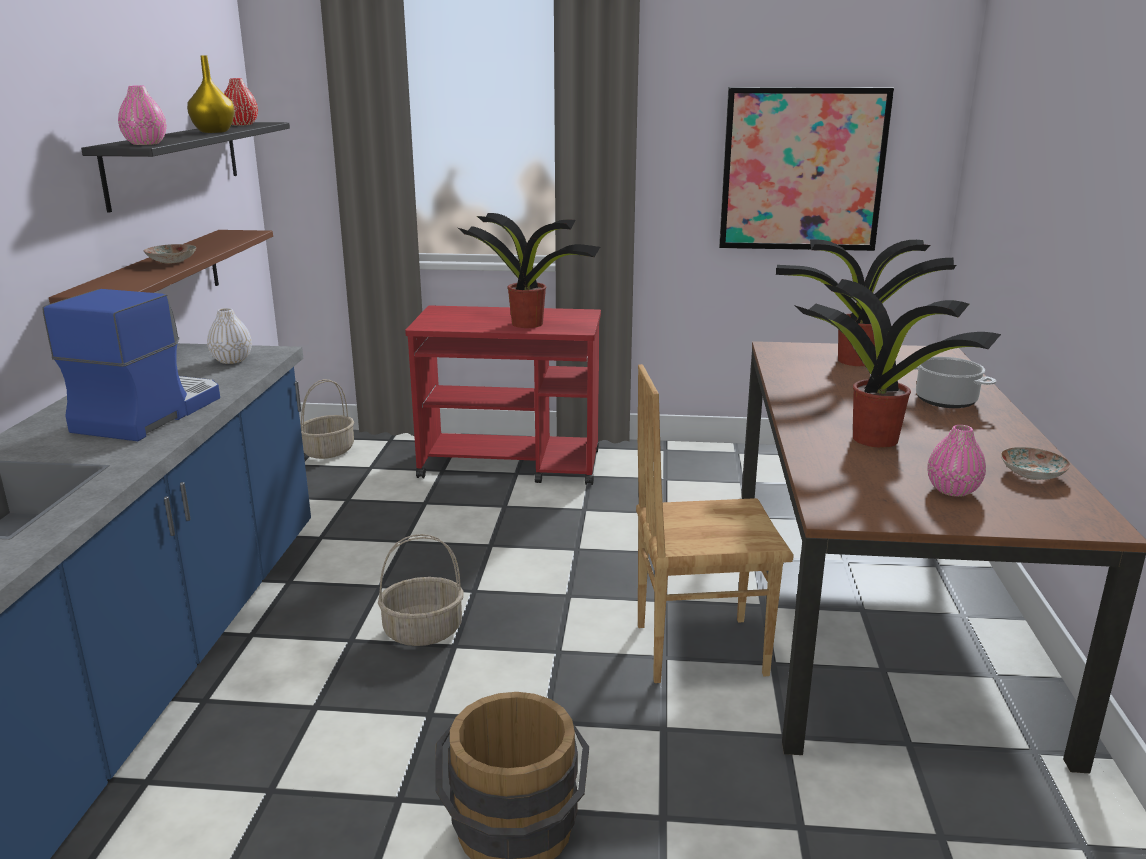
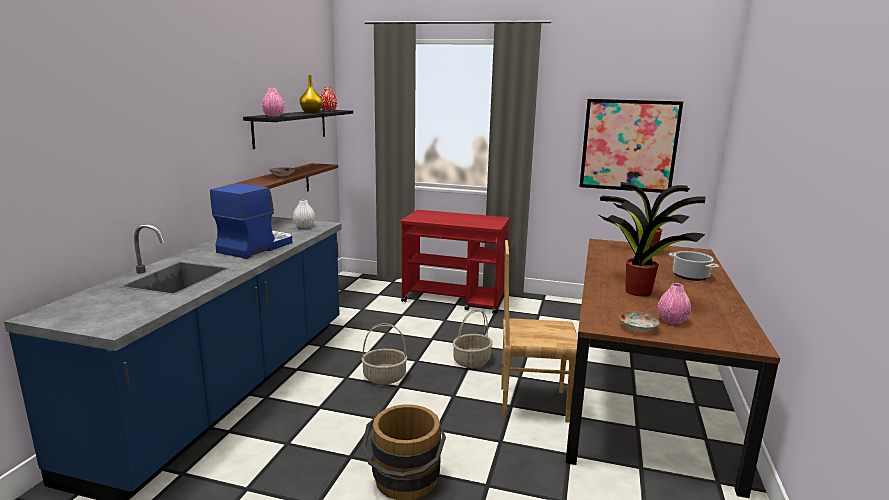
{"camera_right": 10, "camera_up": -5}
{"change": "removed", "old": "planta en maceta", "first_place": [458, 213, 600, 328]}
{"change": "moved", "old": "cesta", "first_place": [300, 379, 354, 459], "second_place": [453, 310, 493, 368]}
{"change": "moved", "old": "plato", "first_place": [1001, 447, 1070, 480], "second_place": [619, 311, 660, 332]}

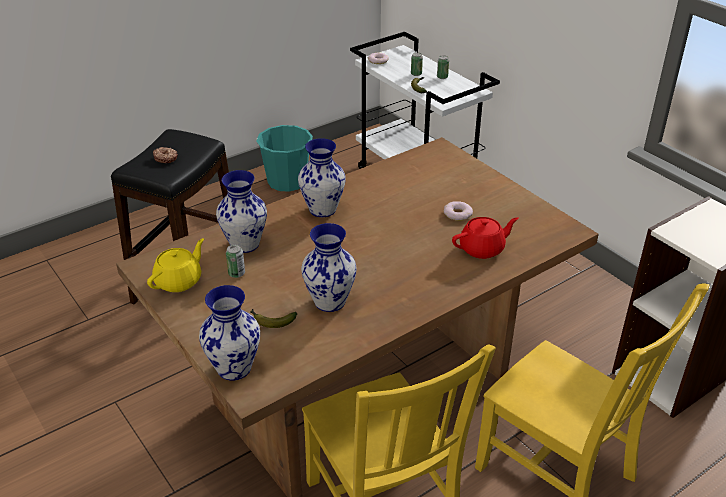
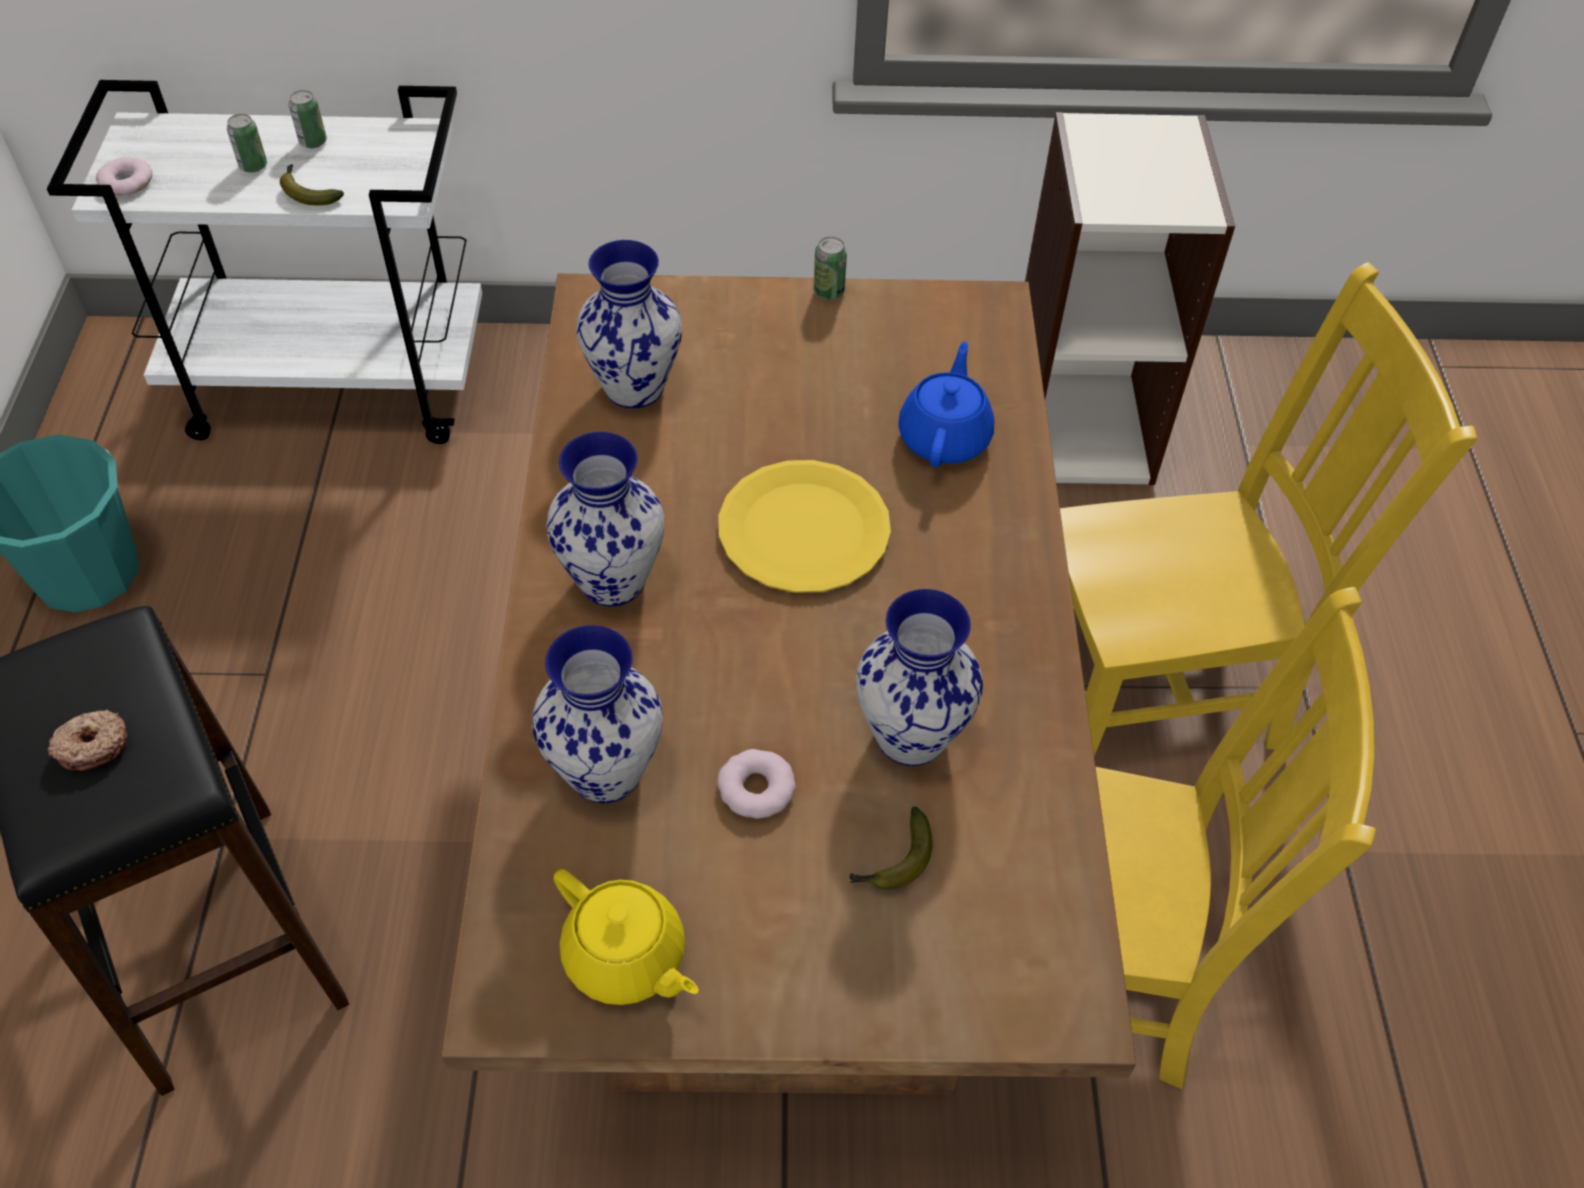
{"camera_right": -55, "camera_up": 15}
{"change": "added", "new": "plato (amarillo)", "second_place": [718, 460, 891, 593]}
{"change": "moved", "old": "florero", "first_place": [199, 285, 260, 381], "second_place": [576, 240, 682, 408]}
{"change": "moved", "old": "lata", "first_place": [226, 244, 245, 278], "second_place": [814, 237, 847, 300]}
{"change": "moved", "old": "rosquilla", "first_place": [444, 201, 473, 221], "second_place": [717, 749, 796, 819]}
{"change": "recoloured", "old": "tetera (rojo)", "new": "tetera (azul)", "first_place": [452, 217, 519, 259], "second_place": [898, 341, 995, 467]}
{"change": "turned", "old": "tetera (amarillo)", "first_place": [147, 238, 204, 292], "second_place": [553, 869, 699, 1005], "degrees": 150}

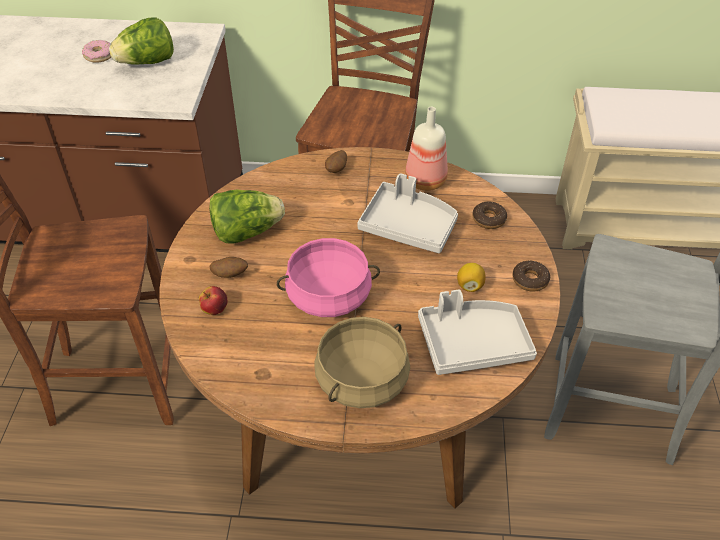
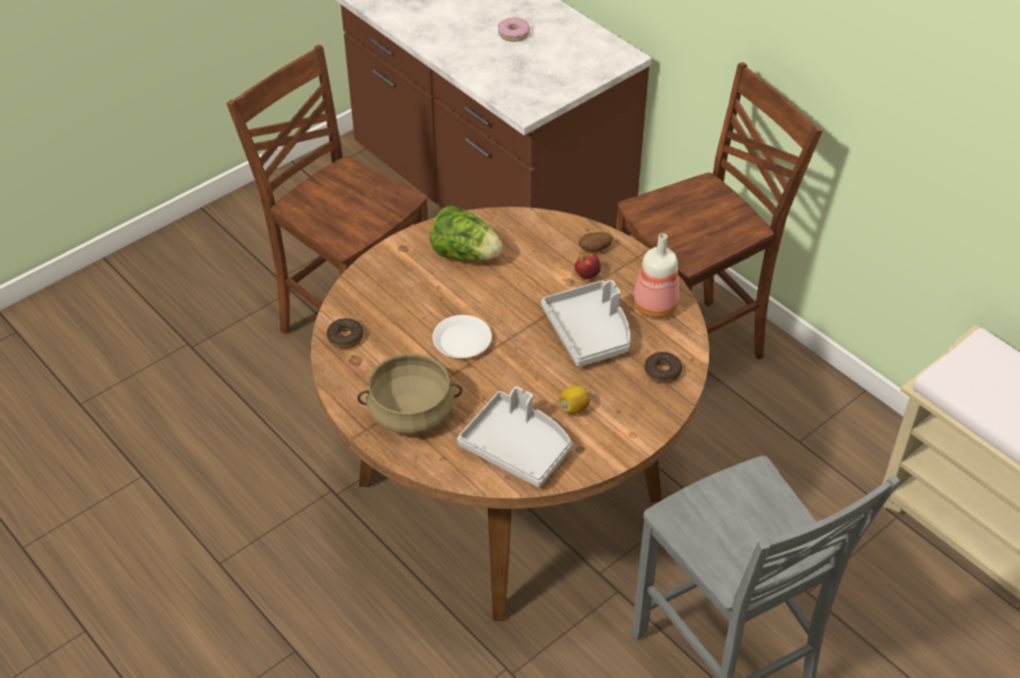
{"camera_right": 45, "camera_up": 0}
{"change": "removed", "old": "lechuga", "first_place": [109, 17, 174, 65]}
{"change": "removed", "old": "patata", "first_place": [210, 257, 248, 278]}
{"change": "moved", "old": "manzana", "first_place": [199, 286, 228, 315], "second_place": [574, 254, 601, 279]}
{"change": "moved", "old": "rosquilla", "first_place": [513, 261, 550, 292], "second_place": [327, 318, 363, 349]}
{"change": "replaced", "old": "olla (rosa)", "new": "plato (blanco)", "first_place": [277, 238, 380, 317], "second_place": [432, 315, 492, 358]}

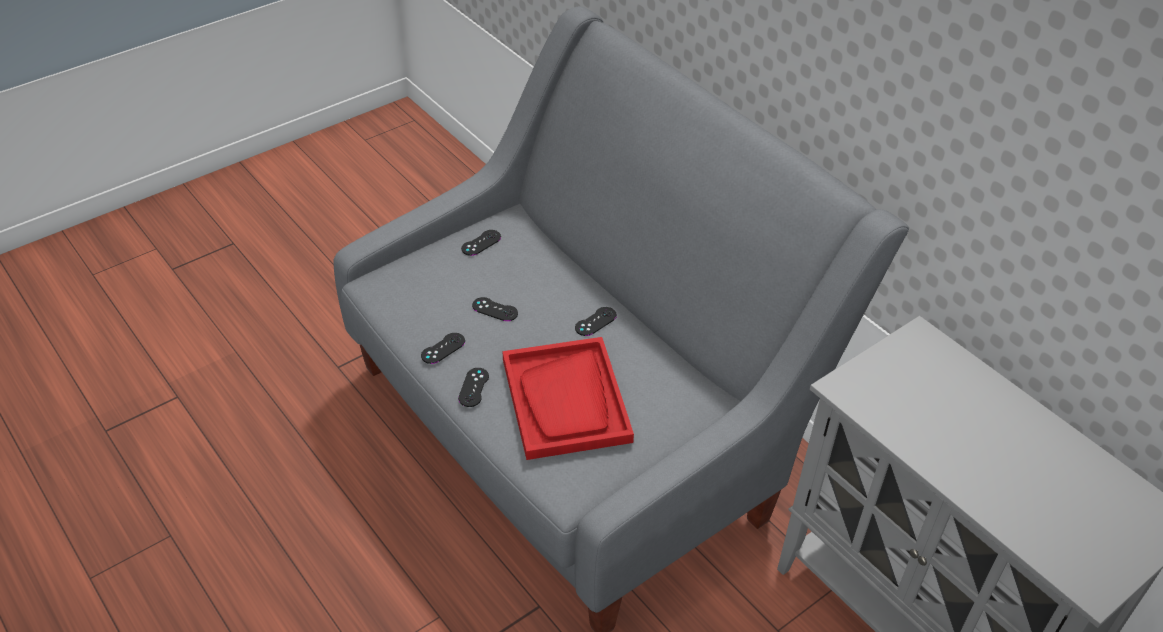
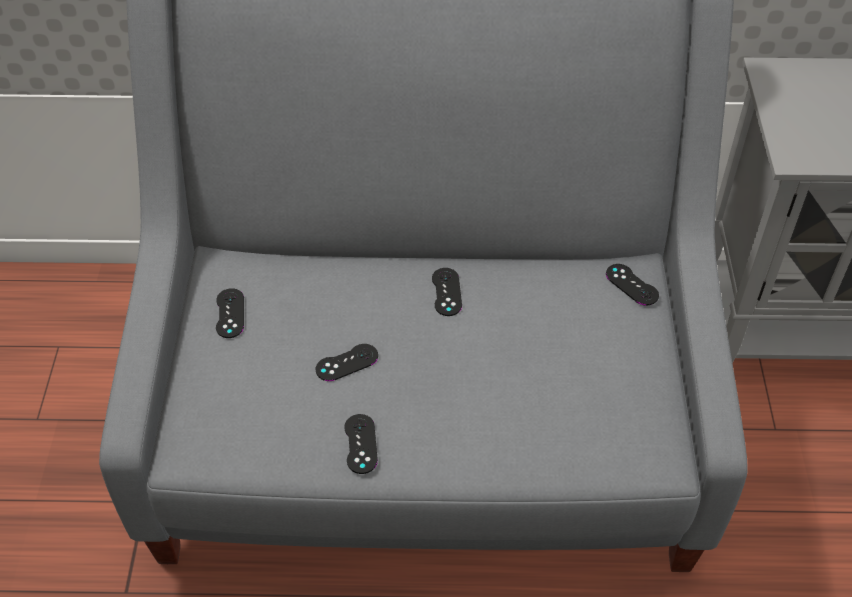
{"camera_right": -50, "camera_up": 5}
{"change": "removed", "old": "bandeja (rojo)", "first_place": [502, 337, 634, 460]}
{"change": "moved", "old": "mando de consola (negro)", "first_place": [458, 368, 489, 407], "second_place": [606, 264, 659, 305]}

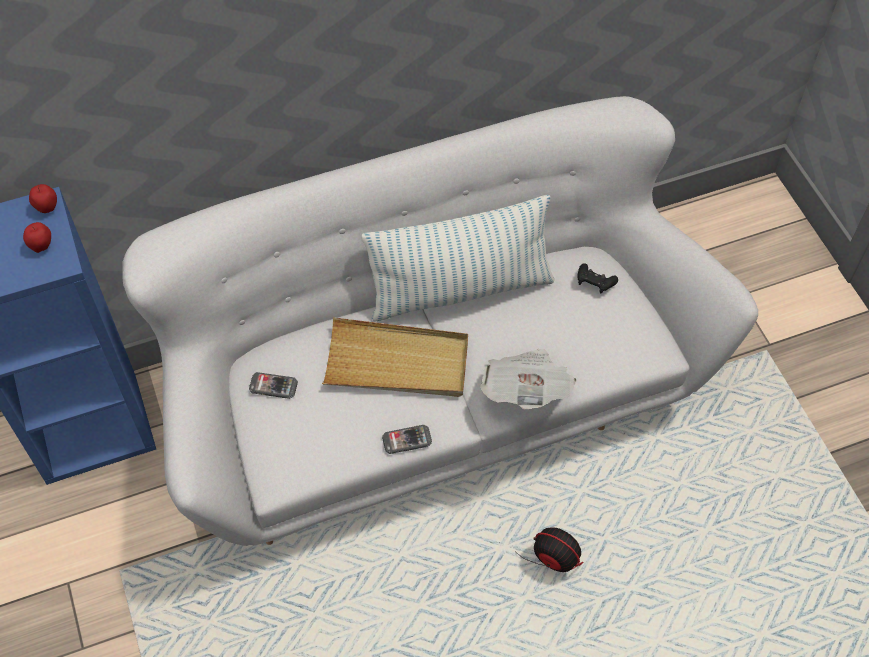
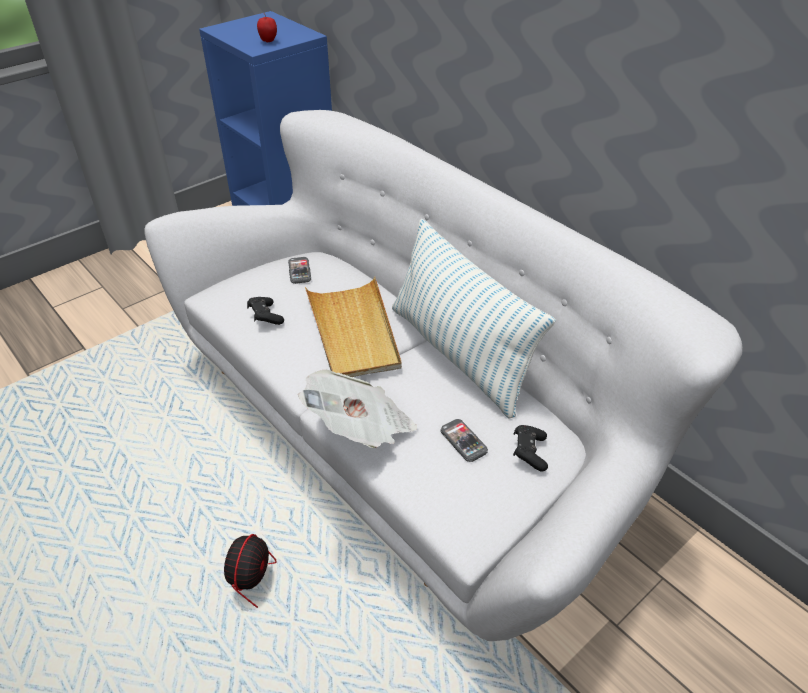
{"camera_right": 70, "camera_up": -15}
{"change": "removed", "old": "manzana", "first_place": [29, 184, 57, 213]}
{"change": "added", "new": "mando de consola (negro)", "second_place": [247, 297, 284, 325]}
{"change": "moved", "old": "móvil", "first_place": [382, 425, 432, 454], "second_place": [440, 419, 488, 462]}

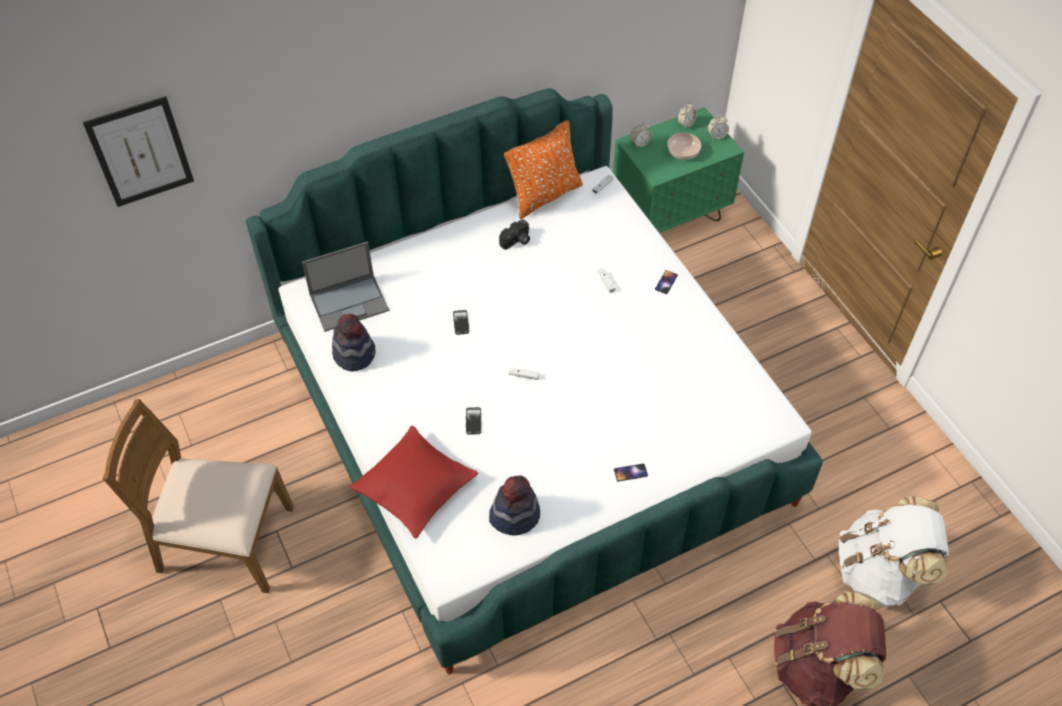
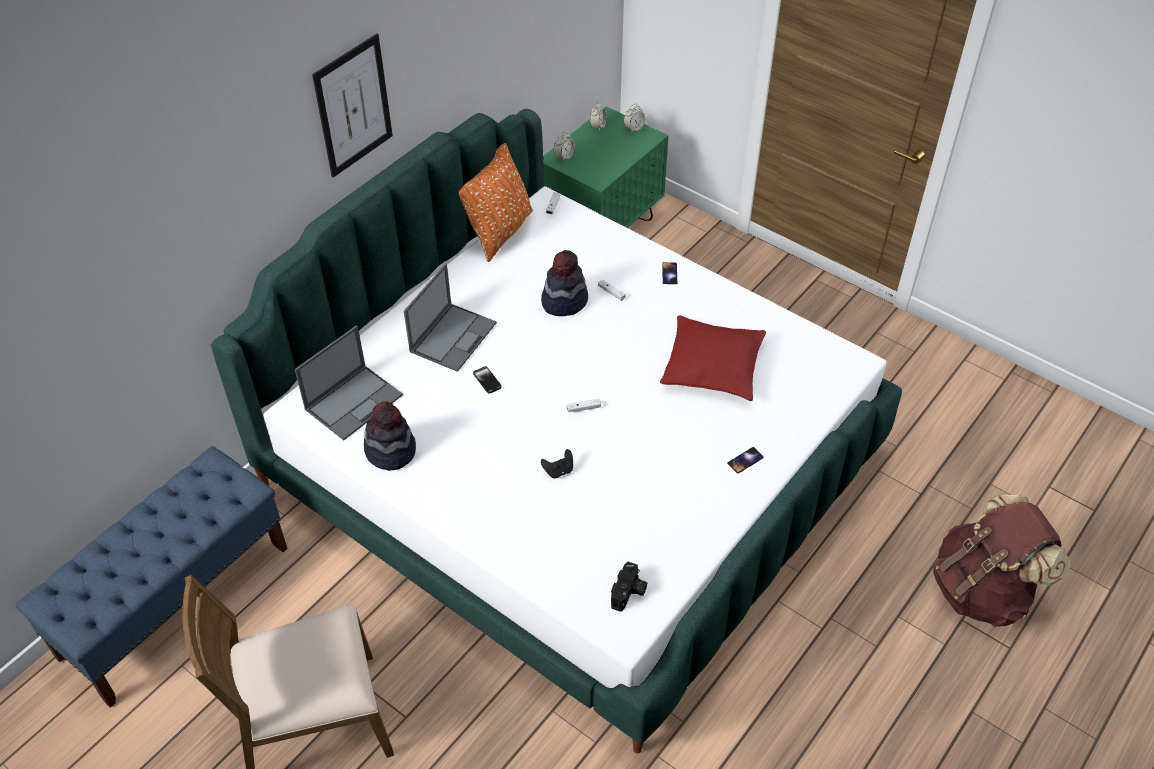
{"camera_right": -25, "camera_up": -5}
{"change": "removed", "old": "cuenco", "first_place": [667, 133, 701, 160]}
{"change": "removed", "old": "mochila (blanco)", "first_place": [839, 496, 949, 607]}
{"change": "added", "new": "banco (azul)", "second_place": [15, 446, 288, 708]}
{"change": "added", "new": "portátil", "second_place": [404, 263, 497, 372]}
{"change": "moved", "old": "cuadro", "first_place": [83, 96, 194, 207], "second_place": [312, 34, 393, 178]}
{"change": "moved", "old": "cojín (rojo)", "first_place": [349, 426, 478, 539], "second_place": [660, 315, 766, 401]}
{"change": "moved", "old": "sombrero", "first_place": [489, 475, 540, 536], "second_place": [541, 250, 588, 316]}
{"change": "moved", "old": "cámara", "first_place": [499, 219, 530, 250], "second_place": [611, 562, 647, 612]}
{"change": "replaced", "old": "móvil", "new": "mando de consola (negro)", "first_place": [466, 407, 482, 435], "second_place": [541, 449, 573, 478]}

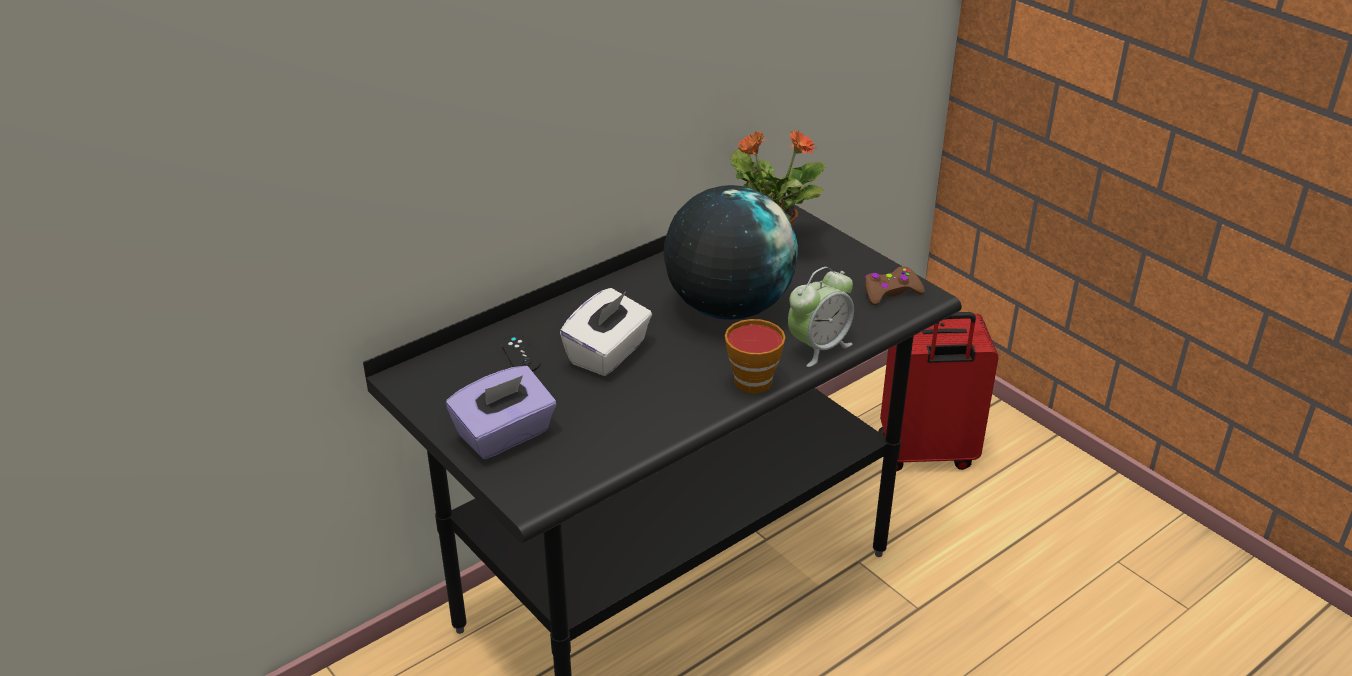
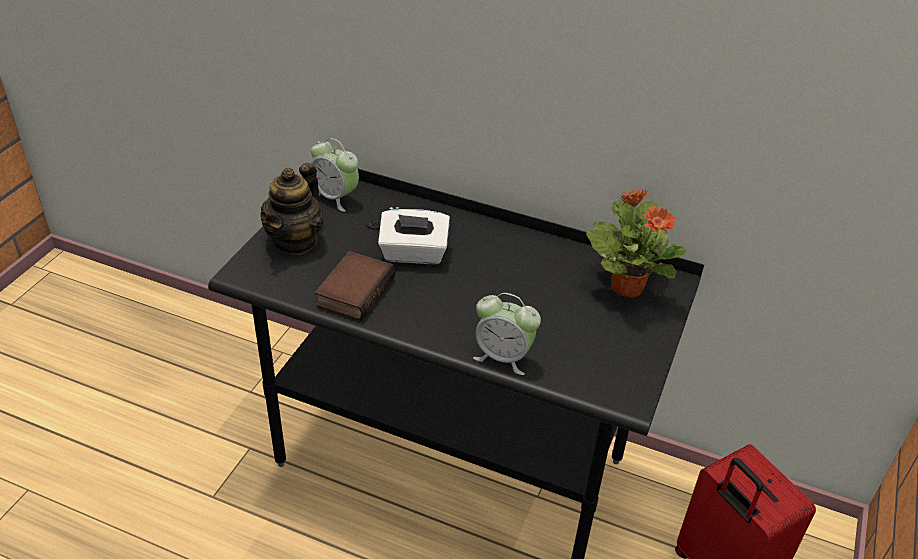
{"camera_right": 60, "camera_up": 5}
{"change": "removed", "old": "globo terráqueo", "first_place": [664, 185, 798, 320]}
{"change": "removed", "old": "taza", "first_place": [725, 319, 786, 393]}
{"change": "removed", "old": "mando de consola (marrón)", "first_place": [865, 266, 925, 305]}
{"change": "added", "new": "despertador", "second_place": [311, 138, 359, 212]}
{"change": "added", "new": "libro", "second_place": [315, 251, 395, 321]}
{"change": "replaced", "old": "caja de pañuelos (morado)", "new": "tetera", "first_place": [446, 366, 556, 459], "second_place": [260, 163, 324, 255]}

